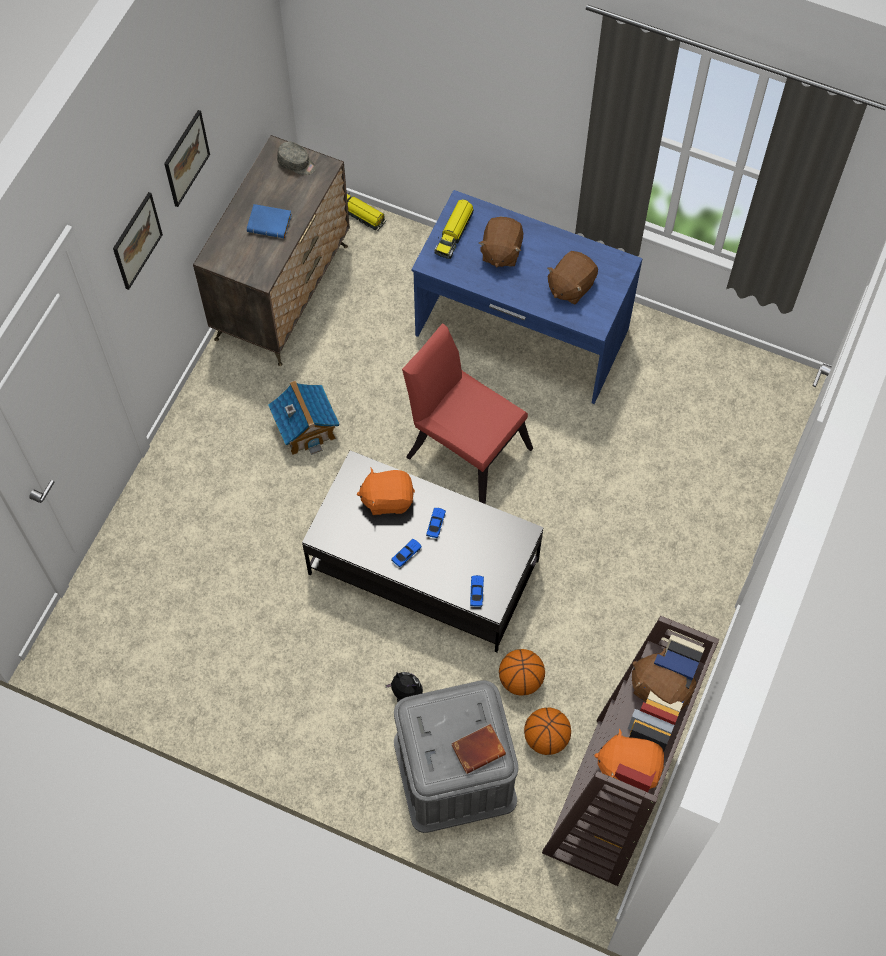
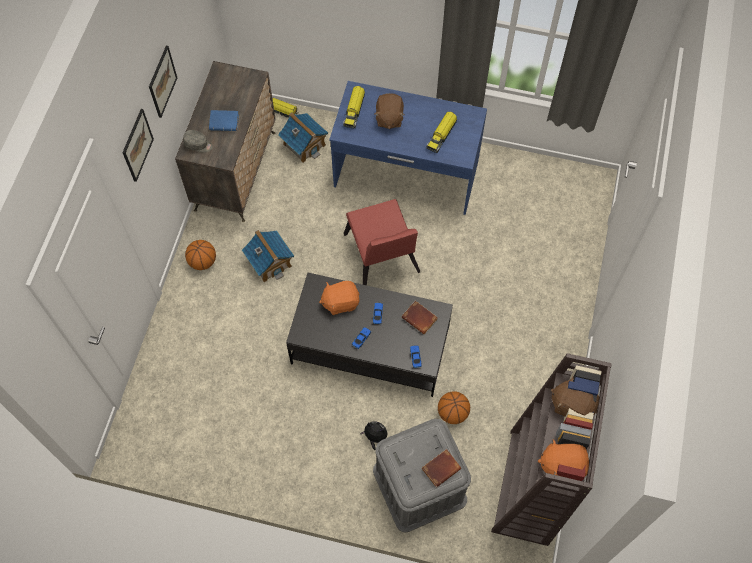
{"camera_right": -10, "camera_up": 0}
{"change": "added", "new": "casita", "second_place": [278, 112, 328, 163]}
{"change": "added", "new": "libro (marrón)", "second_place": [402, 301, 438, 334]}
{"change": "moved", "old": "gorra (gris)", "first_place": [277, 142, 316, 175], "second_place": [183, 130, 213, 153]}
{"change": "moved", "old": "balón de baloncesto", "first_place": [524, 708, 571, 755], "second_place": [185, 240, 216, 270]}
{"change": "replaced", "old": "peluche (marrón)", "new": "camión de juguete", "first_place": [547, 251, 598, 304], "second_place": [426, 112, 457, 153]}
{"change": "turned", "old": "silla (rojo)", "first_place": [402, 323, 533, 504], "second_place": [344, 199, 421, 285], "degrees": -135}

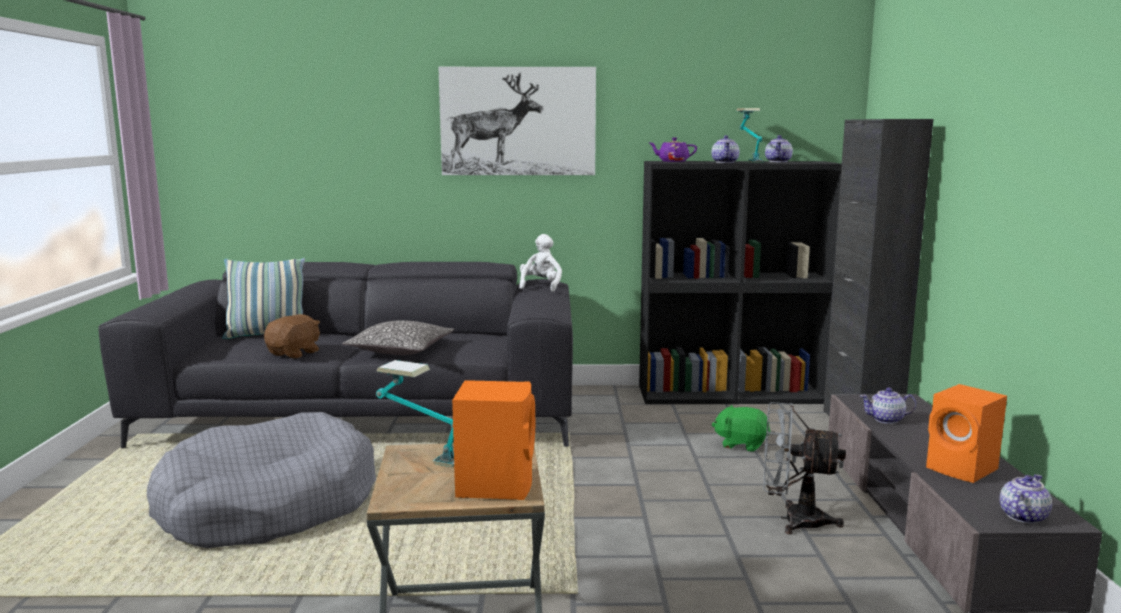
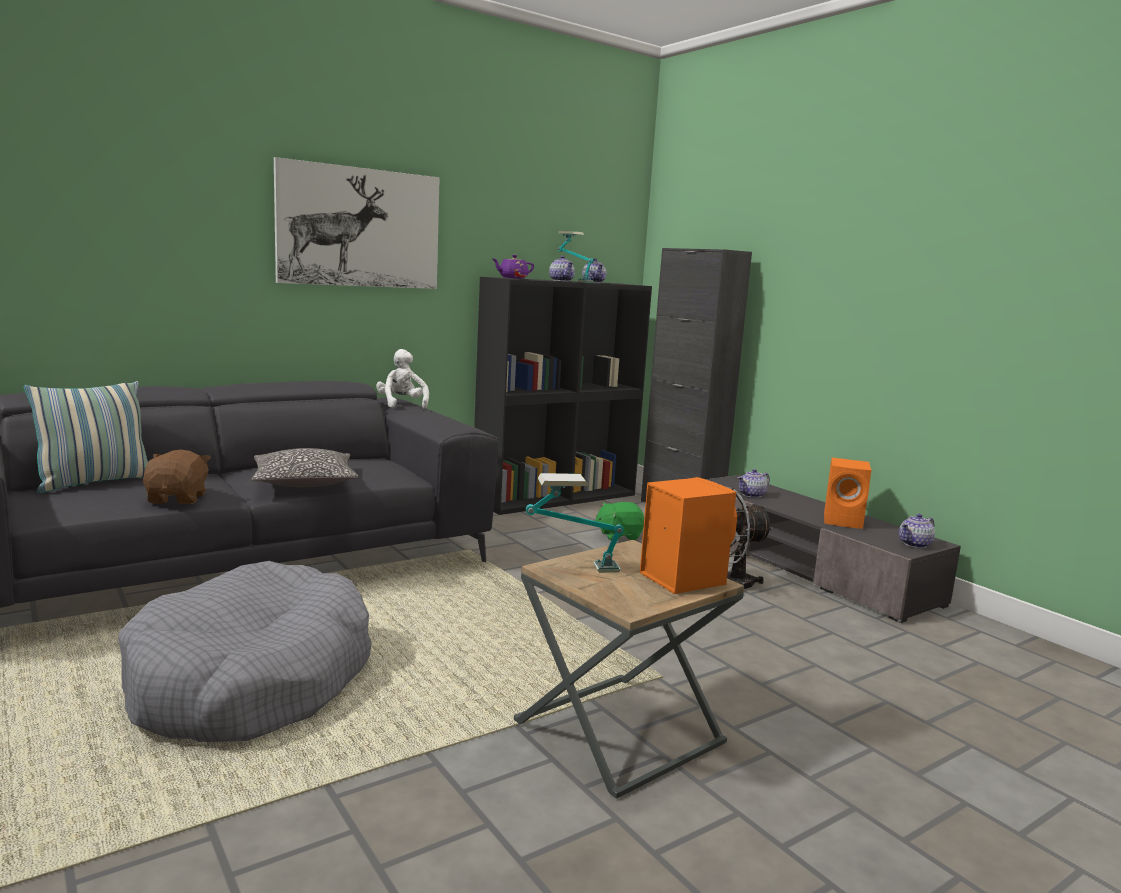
{"camera_right": -35, "camera_up": 0}
{"change": "turned", "old": "tetera", "first_place": [1000, 474, 1052, 524], "second_place": [899, 514, 935, 548], "degrees": -135}

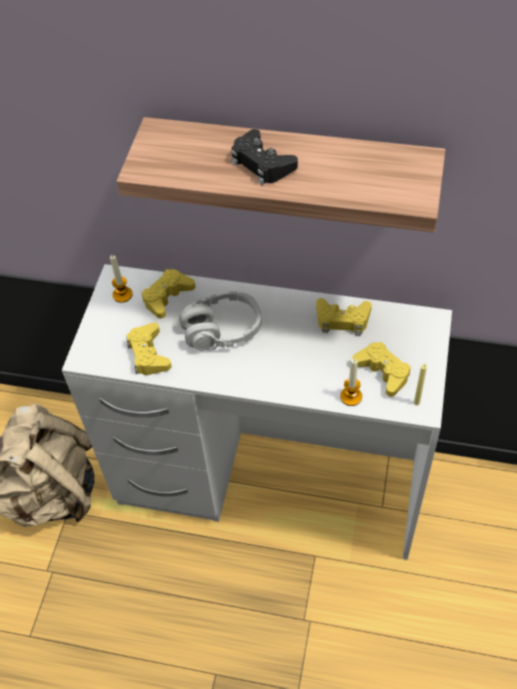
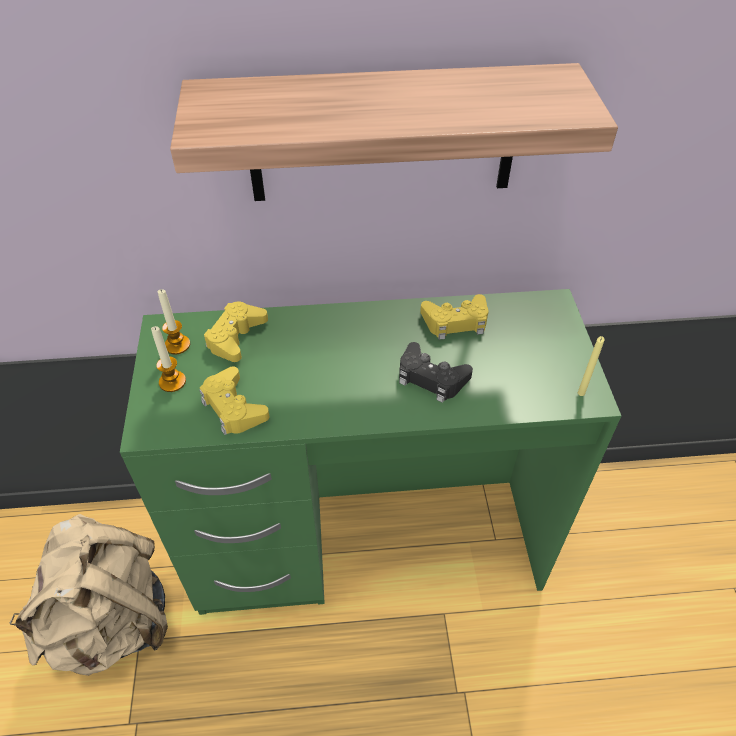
{"camera_right": -20, "camera_up": -5}
{"change": "removed", "old": "auriculares (gris)", "first_place": [179, 291, 262, 350]}
{"change": "removed", "old": "mando de consola (amarillo)", "first_place": [352, 342, 411, 397]}
{"change": "moved", "old": "mando de consola (negro)", "first_place": [231, 129, 298, 185], "second_place": [399, 342, 473, 403]}
{"change": "moved", "old": "vela", "first_place": [340, 359, 362, 406], "second_place": [151, 326, 186, 392]}
{"change": "recoloured", "old": "escritorio (blanco)", "new": "escritorio (verde)", "first_place": [62, 264, 452, 560], "second_place": [120, 289, 621, 615]}

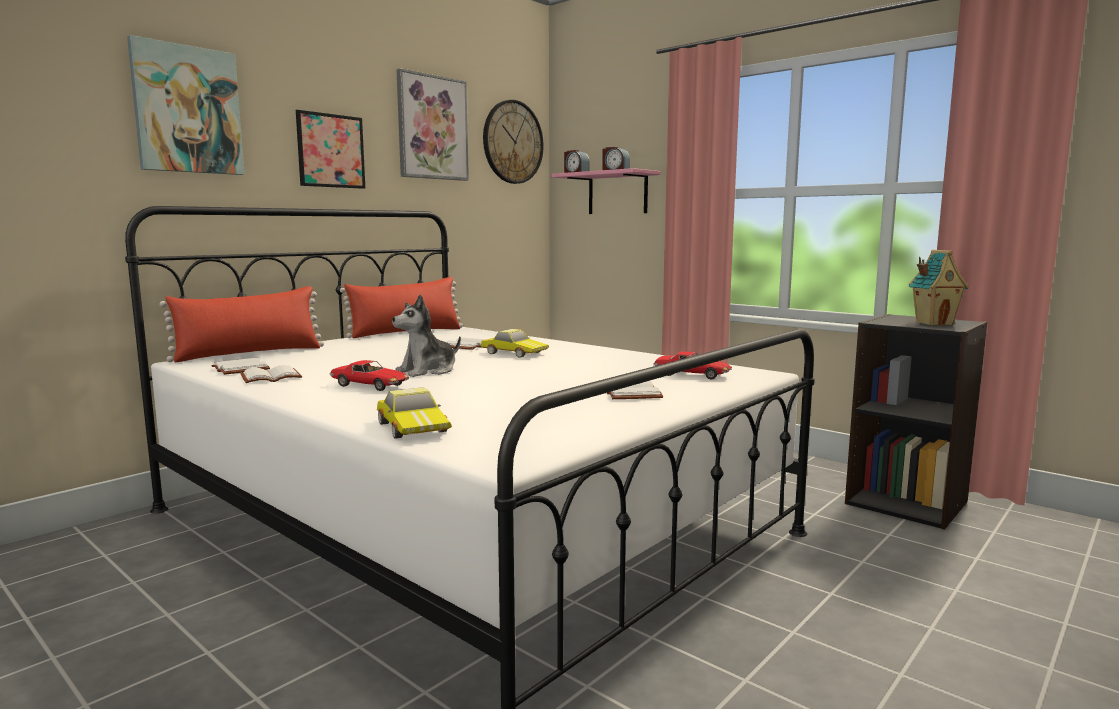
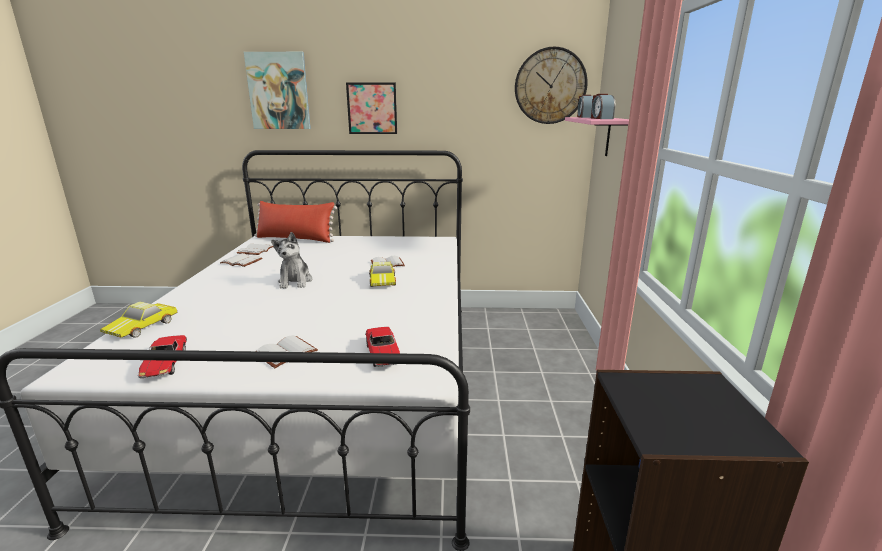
{"camera_right": 50, "camera_up": 10}
{"change": "removed", "old": "cojín (rojo)", "first_place": [340, 277, 463, 338]}
{"change": "removed", "old": "cuadro", "first_place": [396, 68, 469, 181]}
{"change": "removed", "old": "casita", "first_place": [908, 250, 969, 325]}
{"change": "moved", "old": "coche de juguete", "first_place": [330, 360, 409, 391], "second_place": [138, 335, 187, 378]}
{"change": "turned", "old": "peluche", "first_place": [392, 294, 461, 377], "second_place": [271, 232, 312, 289], "degrees": -105}

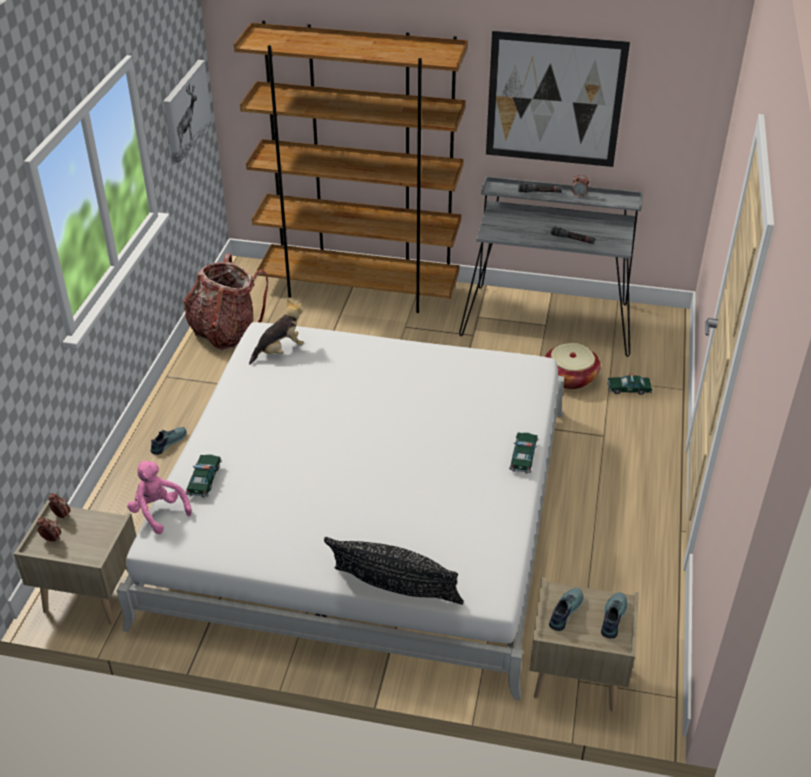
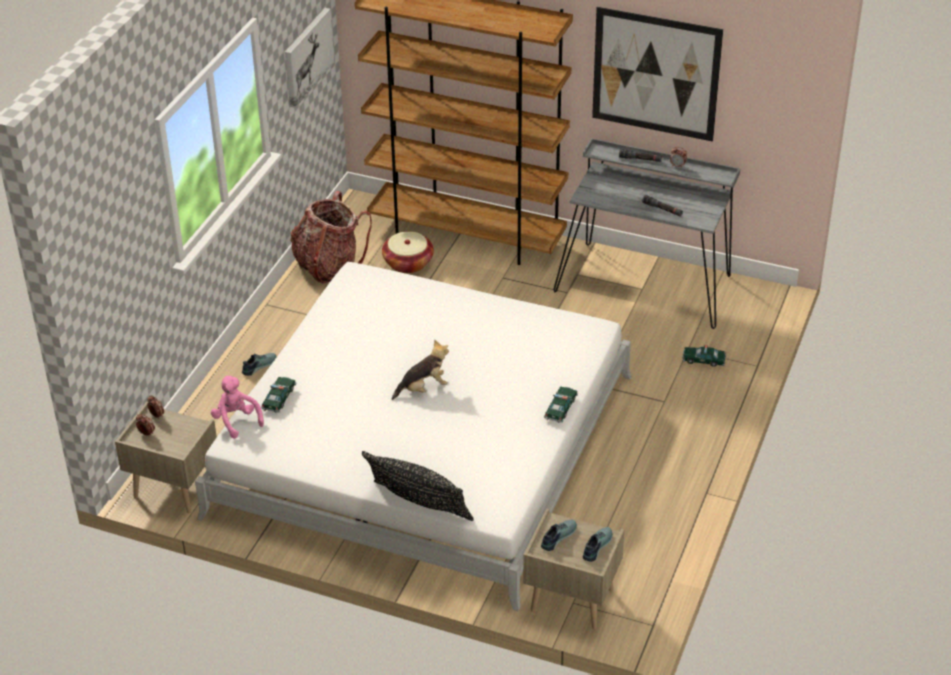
{"camera_right": 10, "camera_up": 0}
{"change": "moved", "old": "peluche", "first_place": [249, 299, 304, 365], "second_place": [392, 340, 449, 400]}
{"change": "moved", "old": "cesta", "first_place": [545, 343, 601, 389], "second_place": [382, 231, 434, 273]}

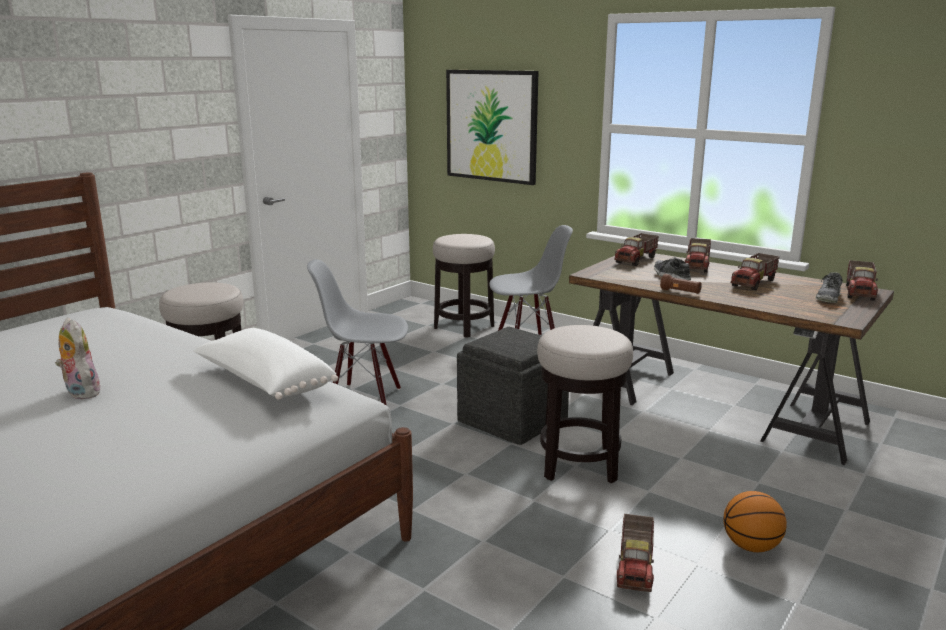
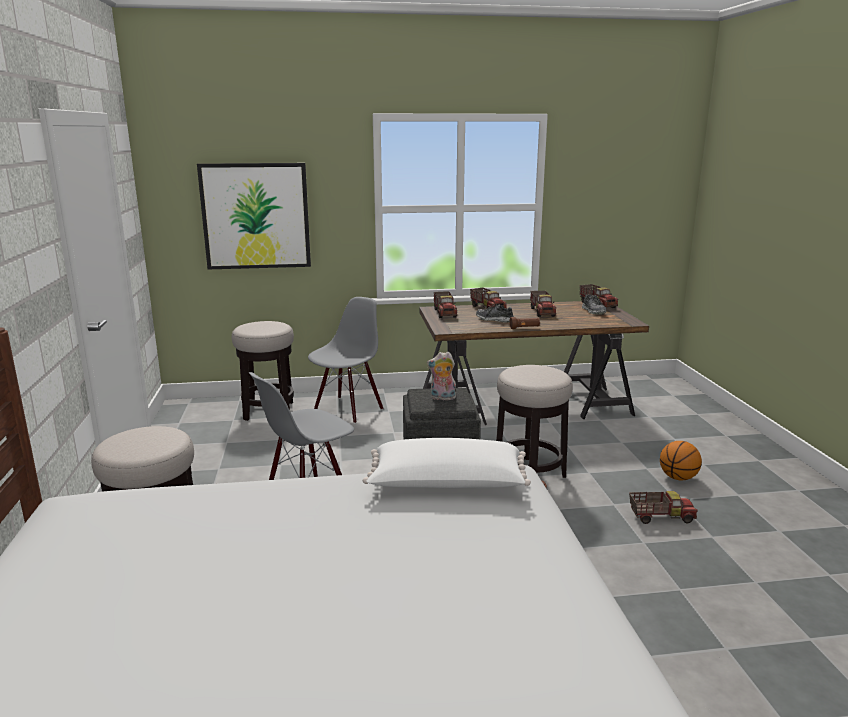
{"camera_right": -45, "camera_up": 0}
{"change": "moved", "old": "peluche", "first_place": [55, 318, 101, 400], "second_place": [427, 352, 456, 400]}
{"change": "turned", "old": "camión de juguete", "first_place": [617, 514, 654, 592], "second_place": [629, 491, 698, 524], "degrees": -60}

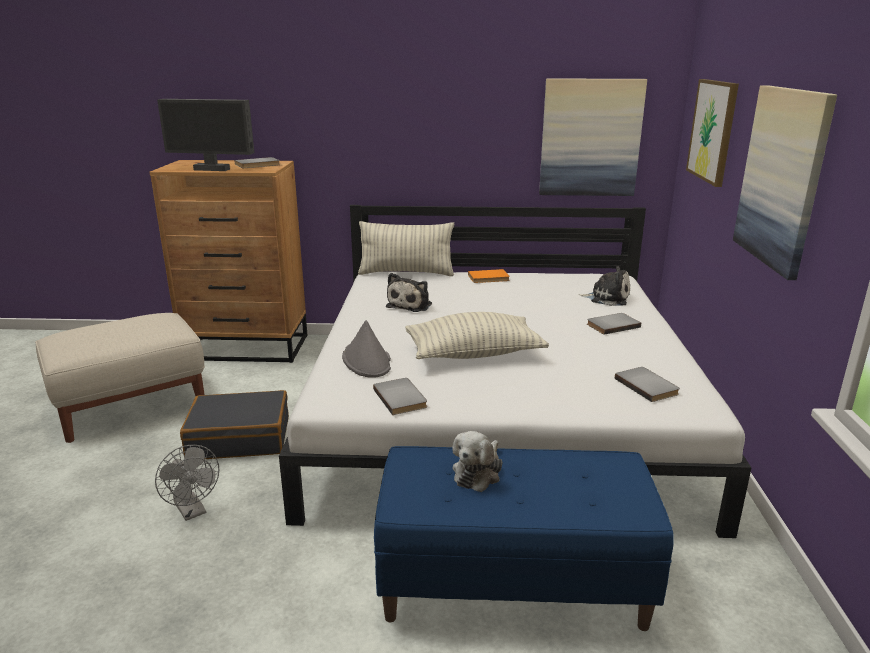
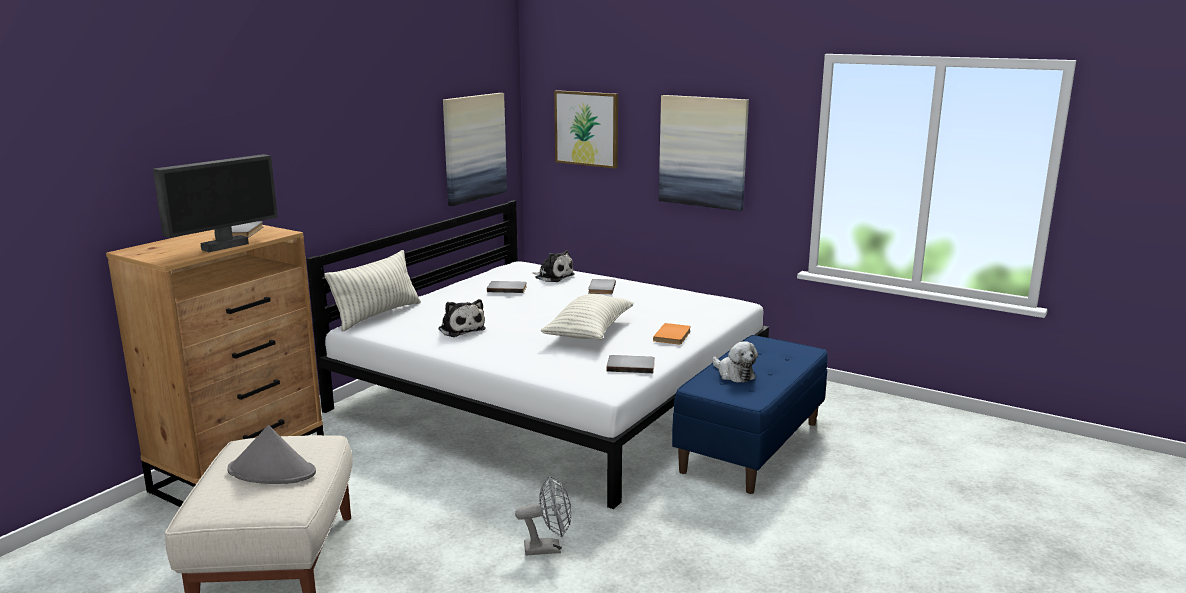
{"camera_right": -60, "camera_up": -5}
{"change": "removed", "old": "maleta (negro)", "first_place": [180, 390, 289, 459]}
{"change": "moved", "old": "sombrero (gris)", "first_place": [342, 320, 391, 378], "second_place": [227, 425, 316, 484]}
{"change": "moved", "old": "libro (naranja)", "first_place": [468, 269, 510, 283], "second_place": [653, 323, 691, 345]}
{"change": "moved", "old": "libro (gris)", "first_place": [615, 367, 680, 402], "second_place": [487, 281, 527, 293]}
{"change": "turned", "old": "peluche", "first_place": [579, 266, 630, 306], "second_place": [531, 250, 575, 282], "degrees": 75}

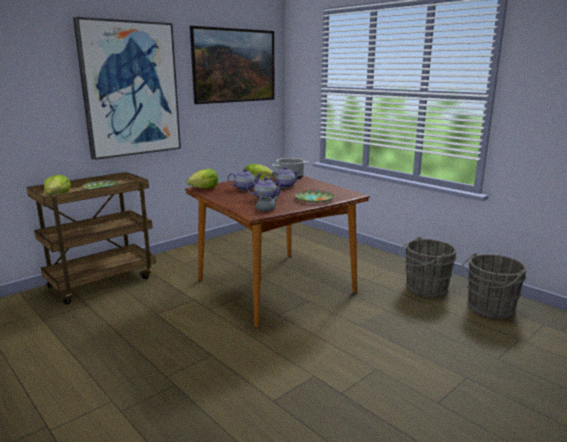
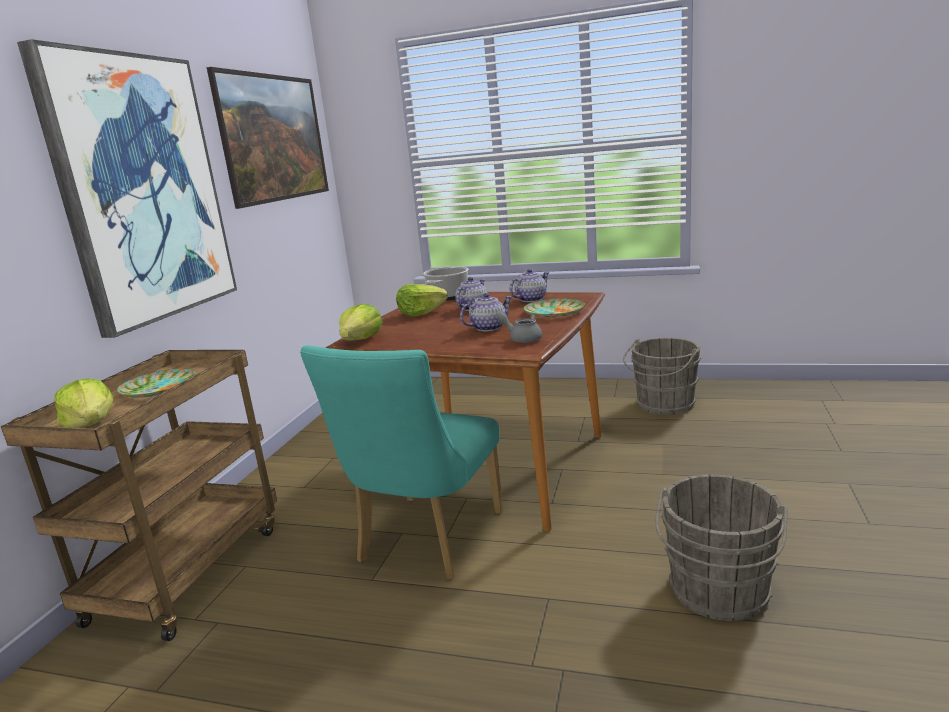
{"camera_right": -30, "camera_up": 0}
{"change": "added", "new": "silla (turquesa)", "second_place": [300, 345, 503, 580]}
{"change": "moved", "old": "tetera", "first_place": [227, 169, 262, 191], "second_place": [509, 269, 549, 302]}
{"change": "moved", "old": "cubo (gris)", "first_place": [461, 253, 527, 319], "second_place": [655, 475, 788, 621]}

